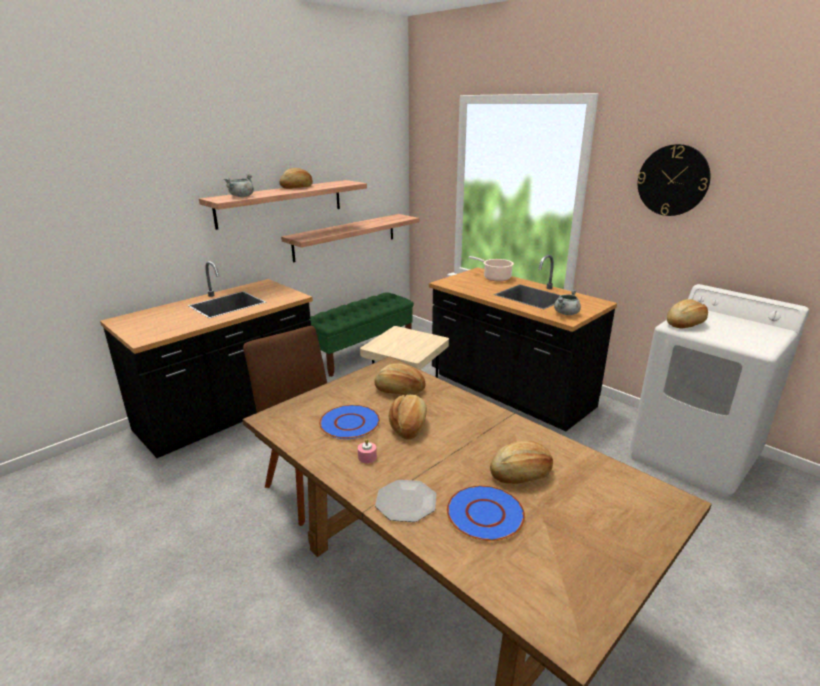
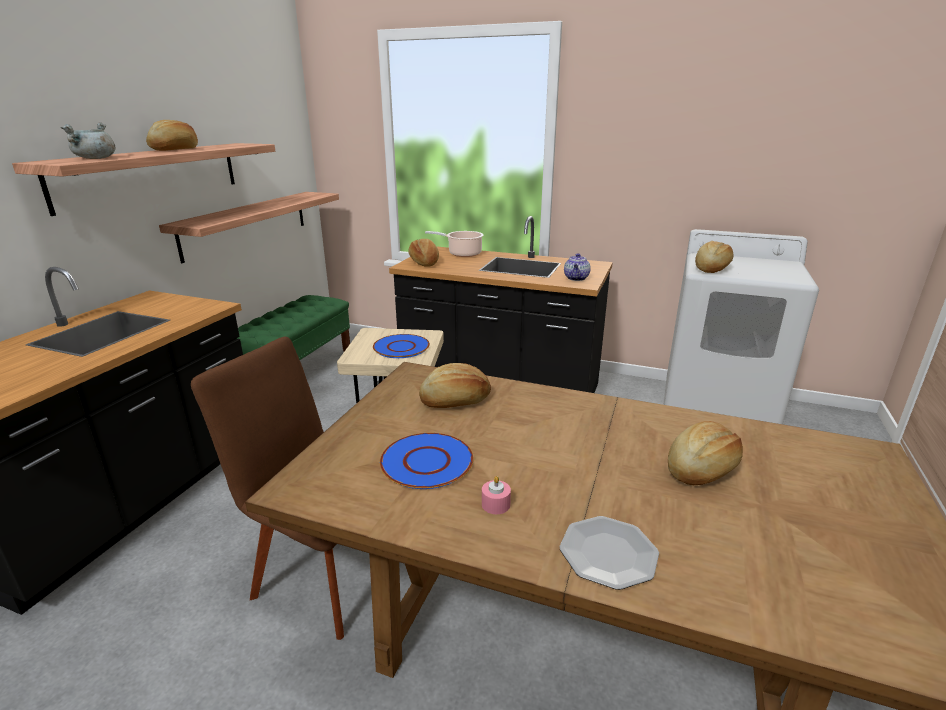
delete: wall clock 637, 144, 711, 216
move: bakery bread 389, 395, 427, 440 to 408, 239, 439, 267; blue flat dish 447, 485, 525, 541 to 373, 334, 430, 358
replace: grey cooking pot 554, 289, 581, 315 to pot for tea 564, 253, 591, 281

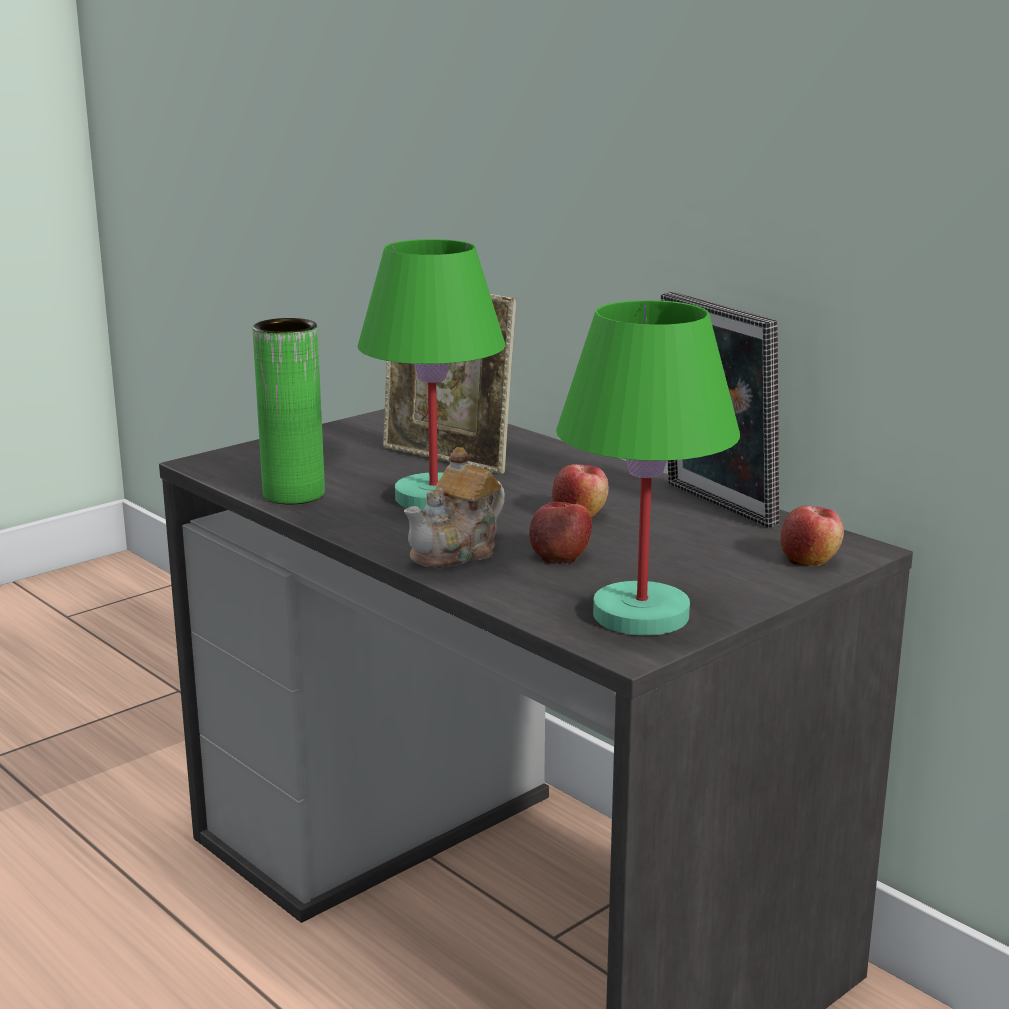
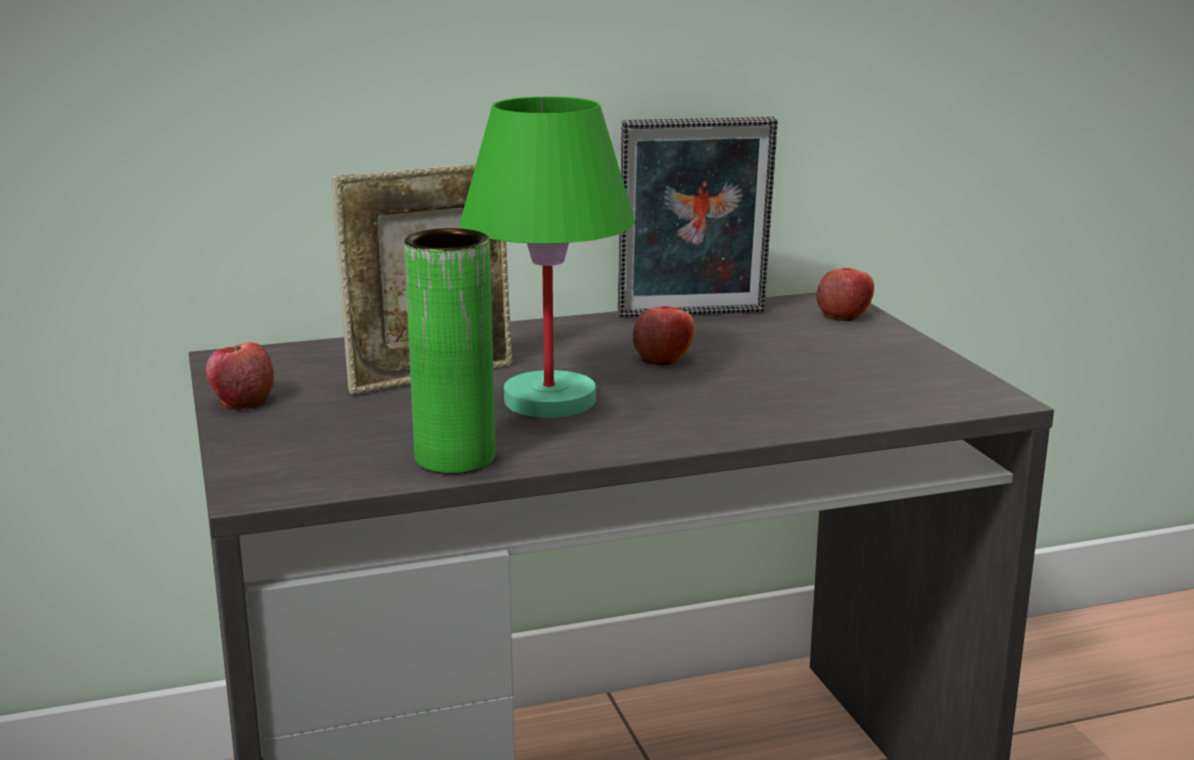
delete: pot for tea 404, 447, 505, 568; green-coloured lamp for a table 556, 300, 740, 636
move: whole apple 529, 502, 592, 564 to 206, 342, 274, 410

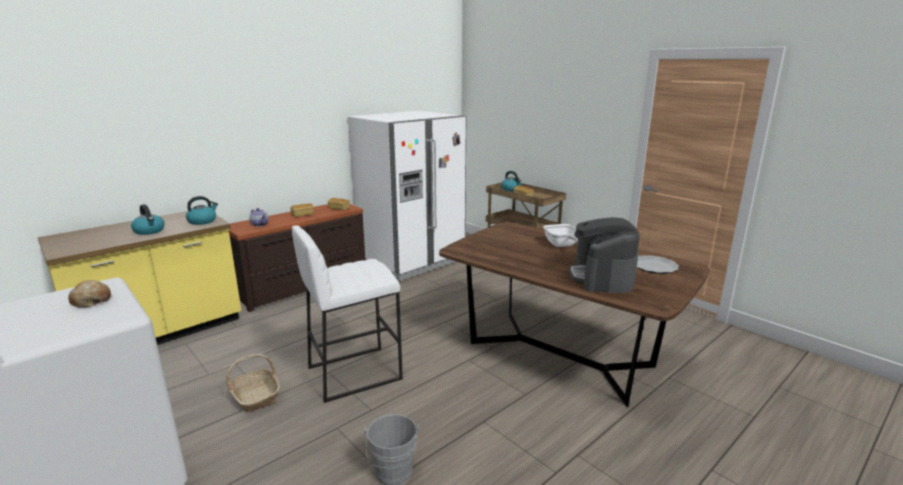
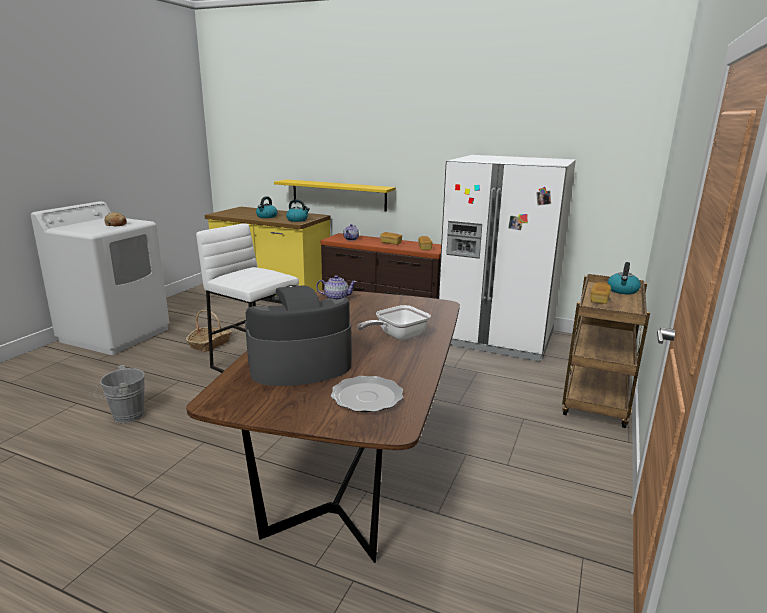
insert: yellow-coloured bracket shelf 274, 179, 396, 212; pot for tea 316, 275, 357, 299

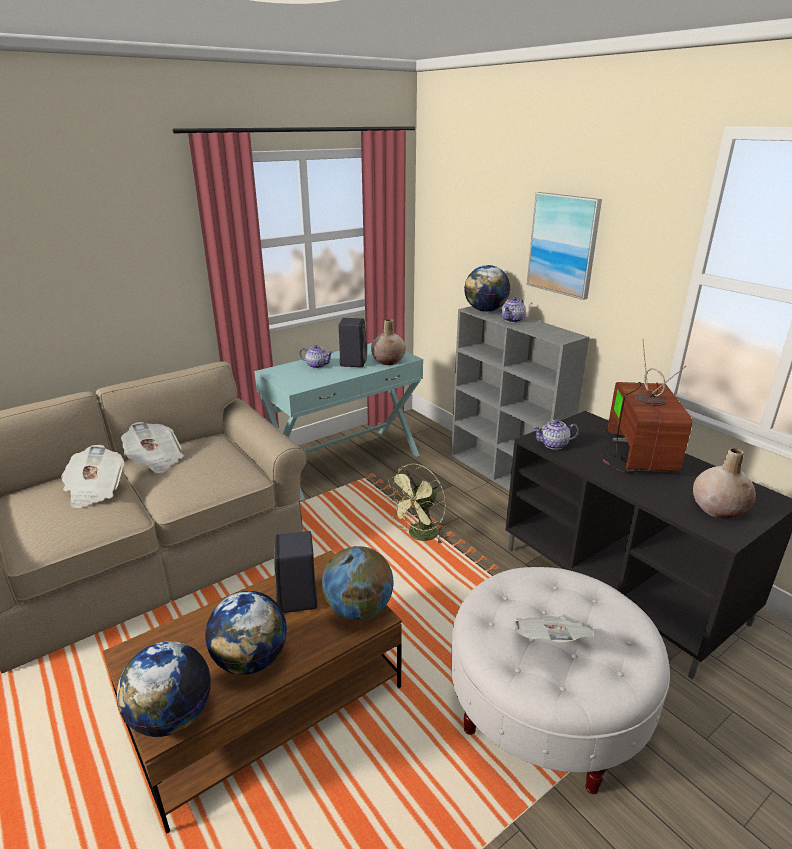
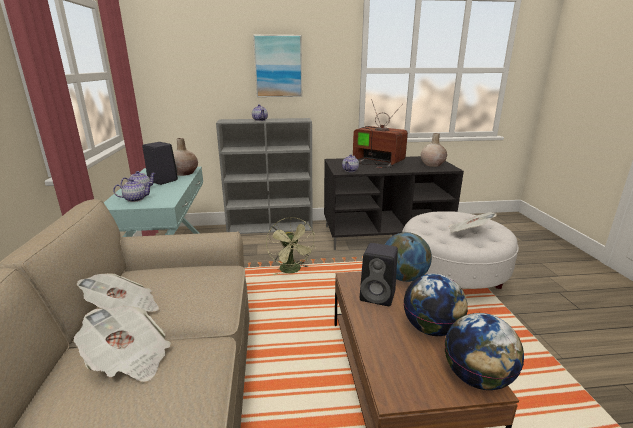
delete: globe 464, 265, 510, 312
insert: pot for tea 113, 179, 153, 202

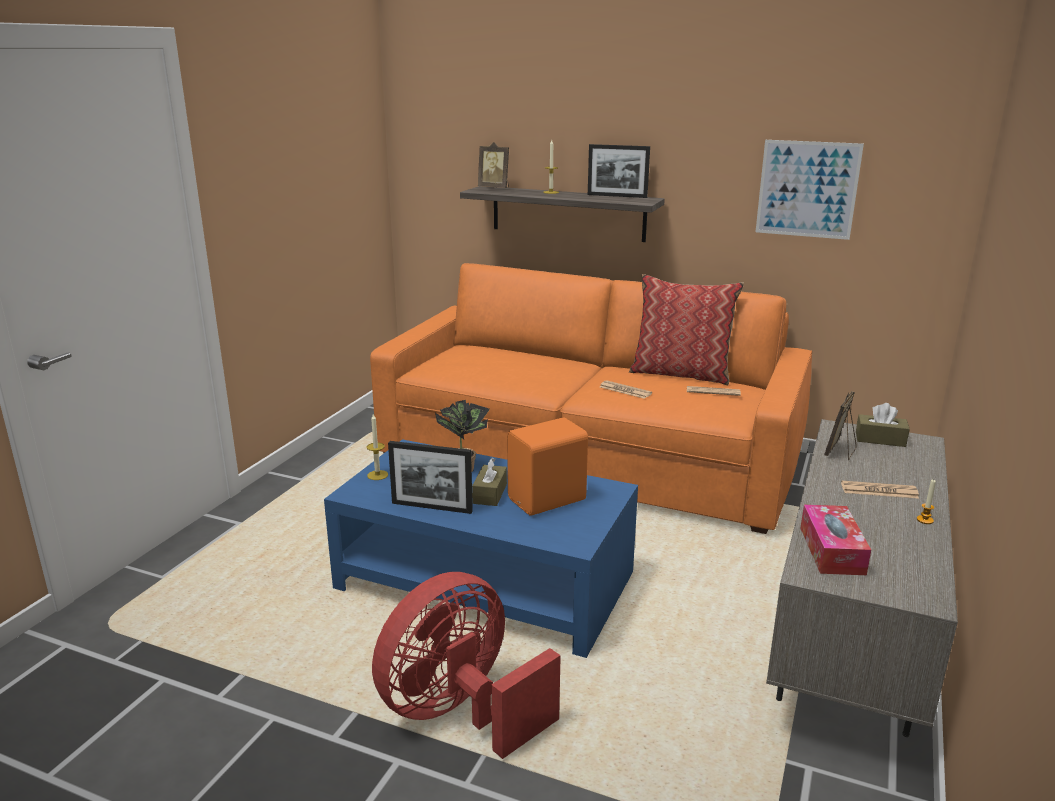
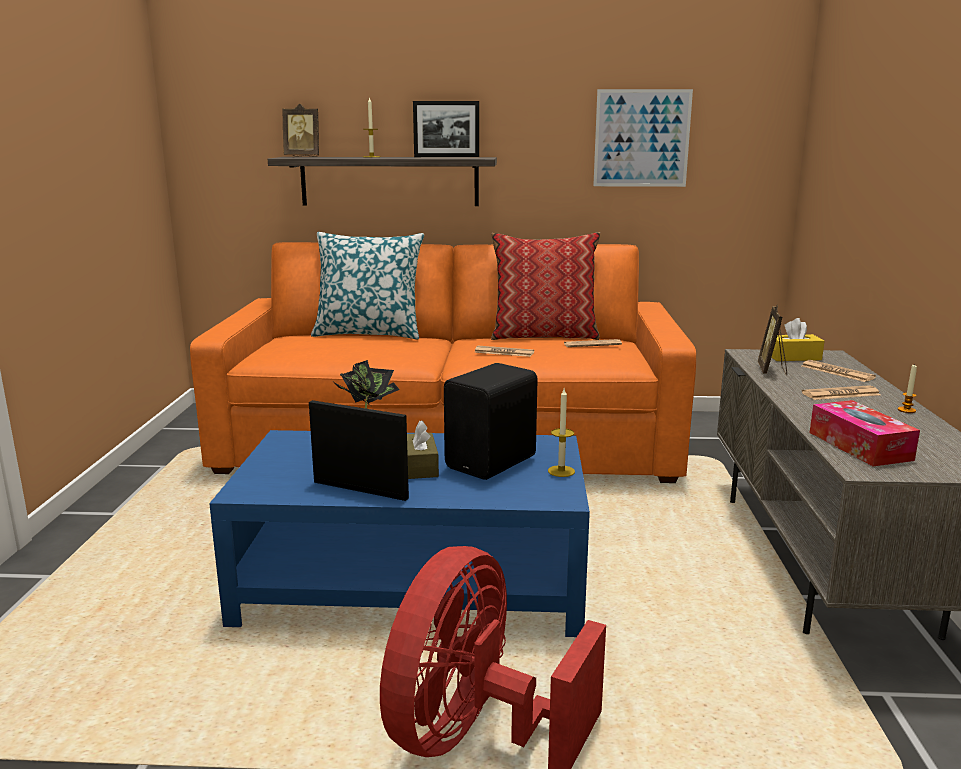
insert: pillow 311, 232, 424, 340; newspaper 802, 360, 876, 382
move: candle 367, 414, 388, 480 to 548, 389, 575, 477
recolor: orangey audio speaker 507, 417, 588, 516 to black audio speaker 444, 363, 538, 480; brown-coloured tissue box 856, 403, 910, 447 to yellow-coloured tissue box 771, 318, 824, 361
rotate: photo frame 388, 441, 473, 514 = 309, 400, 409, 501 150 degrees counterclockwise

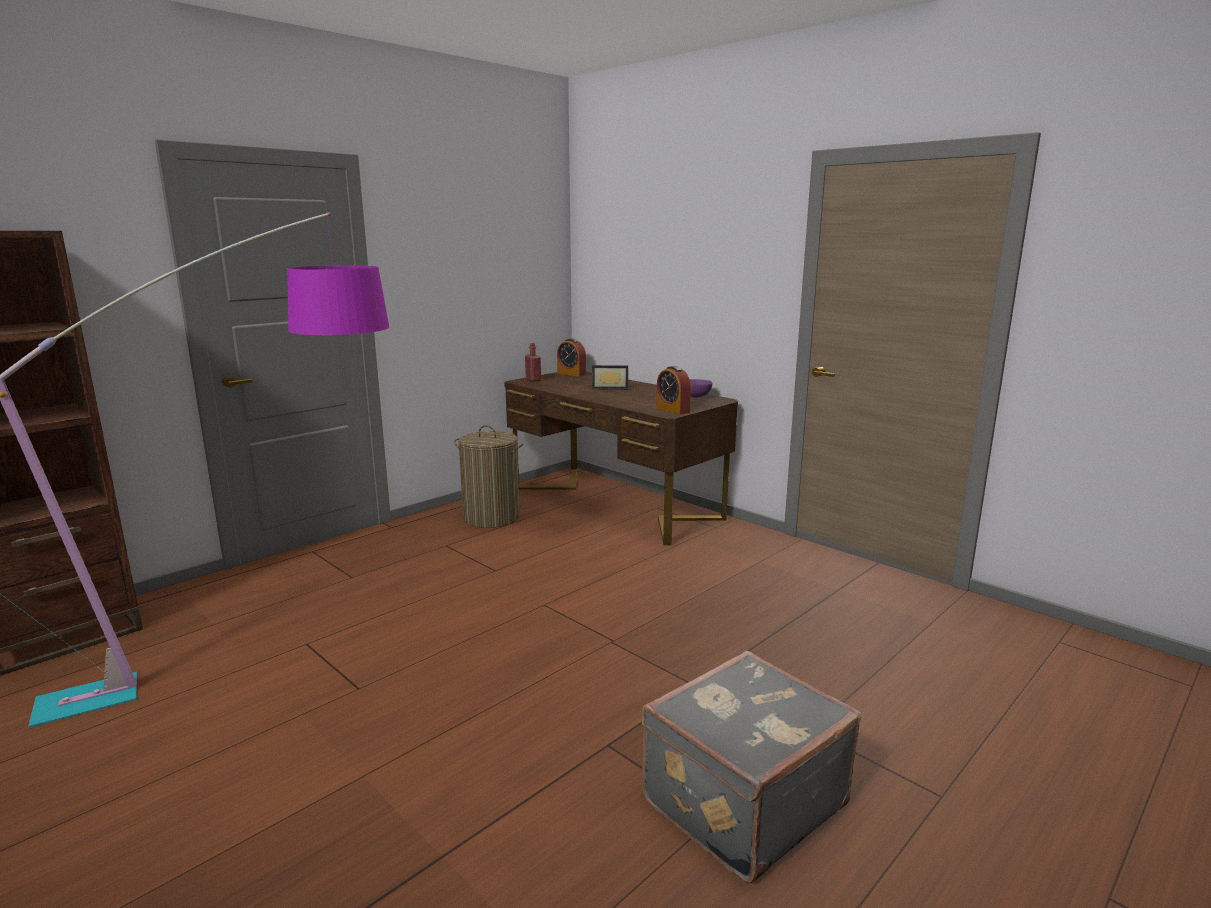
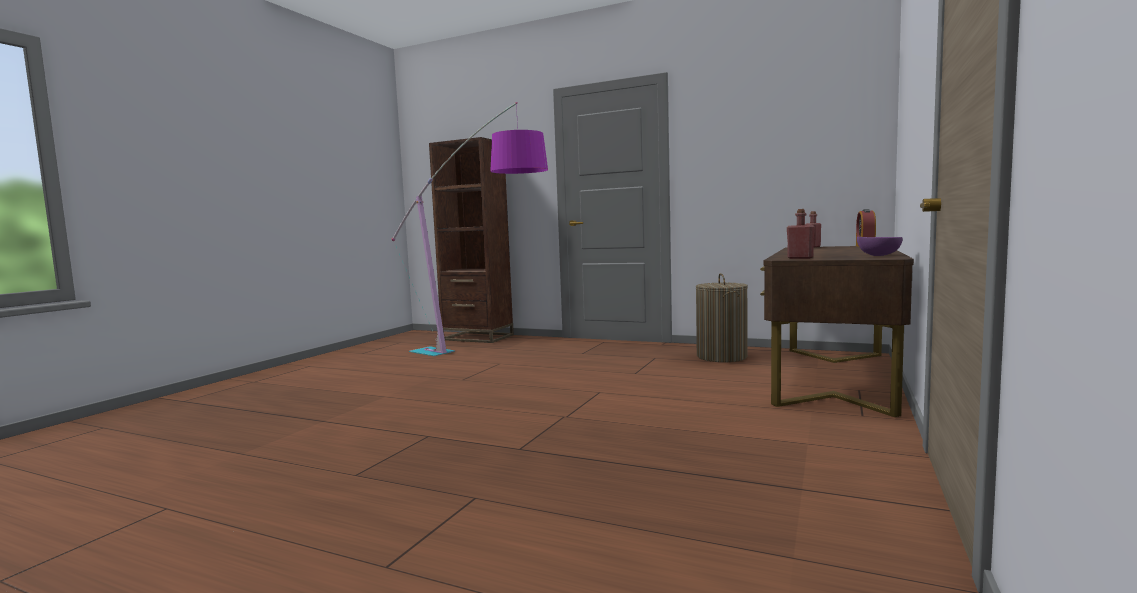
delete: photo frame 592, 365, 628, 389; grey suitcase 642, 651, 862, 883
replace: table clock 656, 366, 691, 415 to red bottle 787, 209, 815, 259

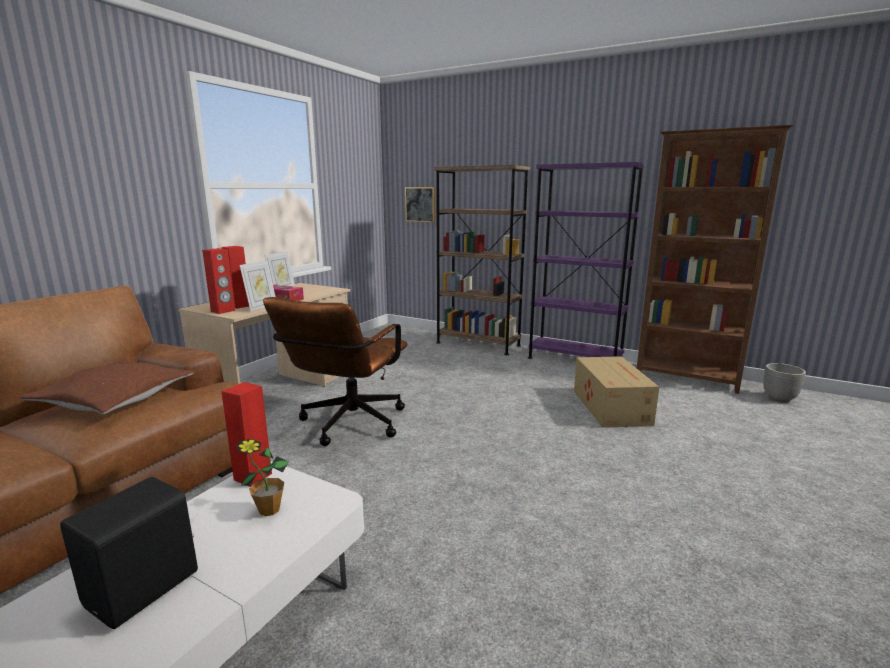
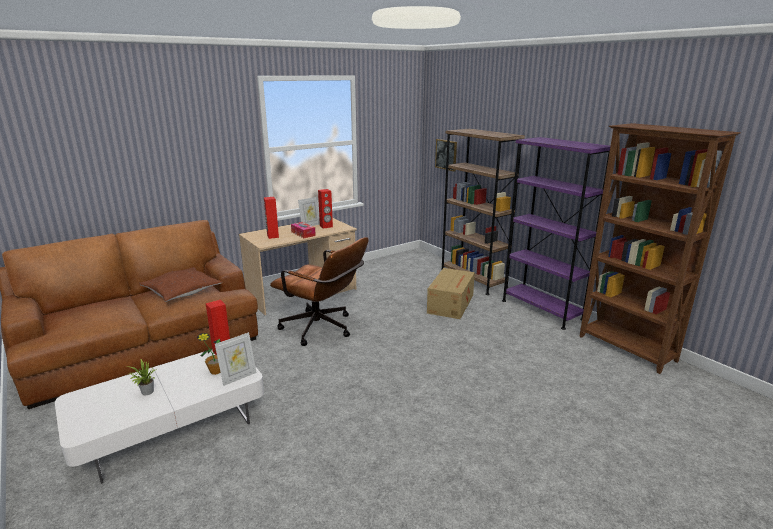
delete: plant pot 763, 363, 806, 402
move: red audio speaker 202, 248, 235, 314 to 318, 189, 333, 229; photo frame 239, 260, 276, 311 to 215, 332, 257, 386; carton 574, 356, 659, 428 to 427, 268, 475, 319
replace: black audio speaker 60, 477, 198, 629 to plant in a pot 129, 359, 155, 395
rotate: brown-coloured desk chair 263, 297, 407, 446 = 270, 237, 369, 346 105 degrees counterclockwise

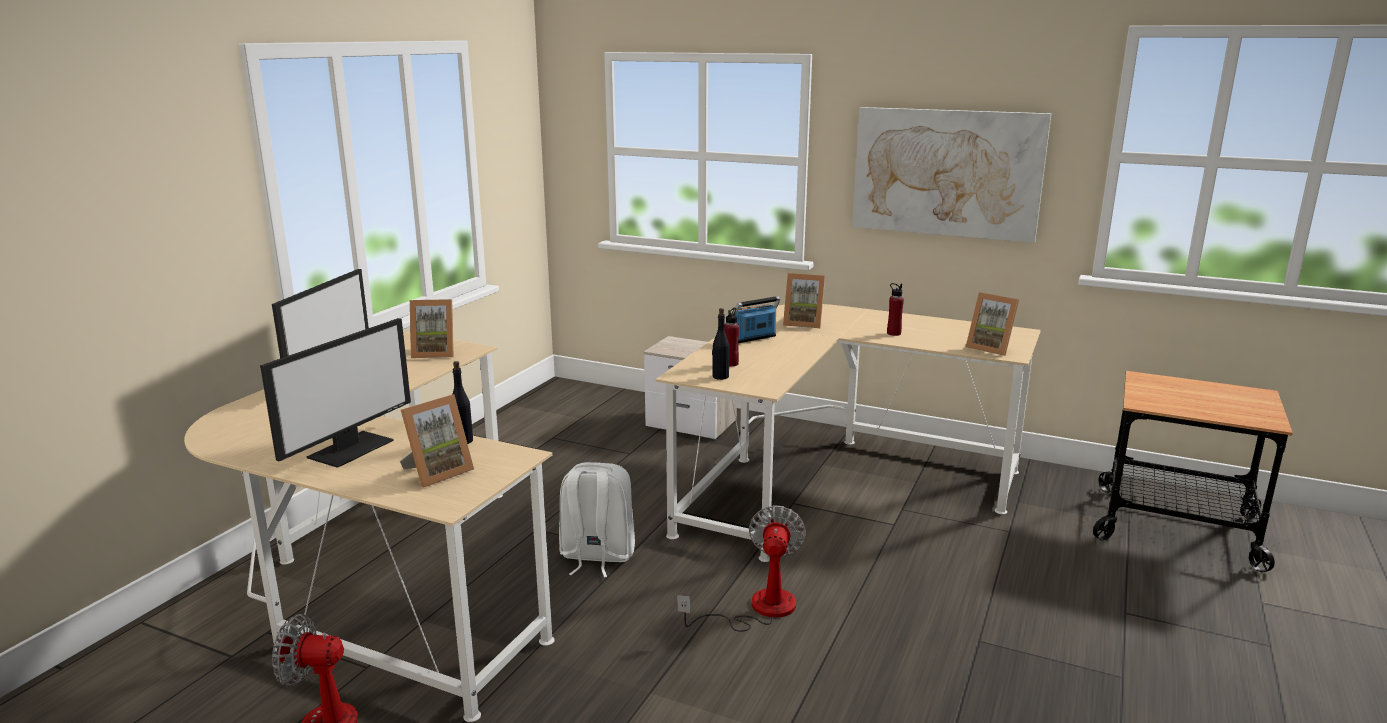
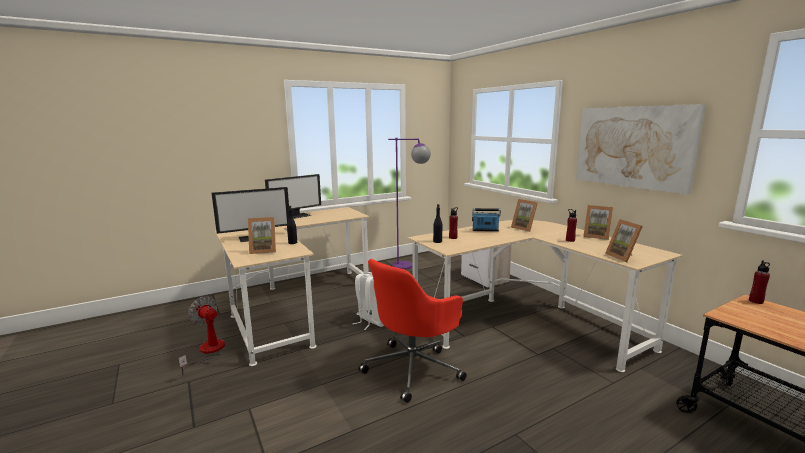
insert: purplish floor lamp 388, 138, 431, 270; red bottle 749, 260, 770, 304
move: photo frame 410, 299, 454, 358 to 583, 205, 613, 240
replace: cooling fan 677, 506, 806, 632 to red desk chair 358, 259, 467, 403

